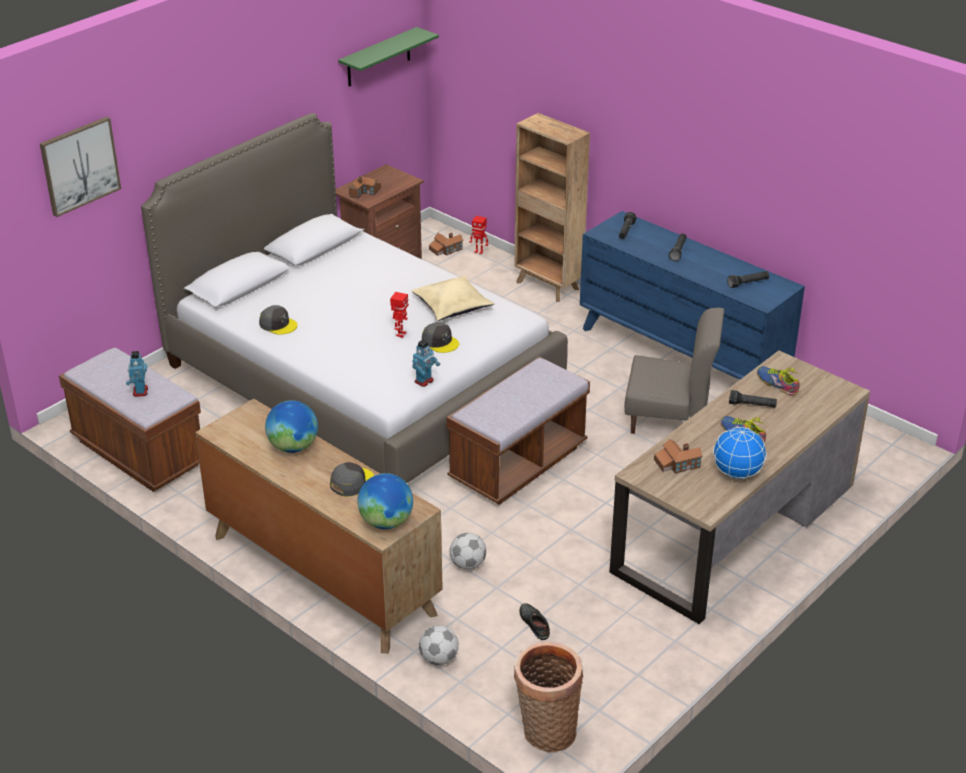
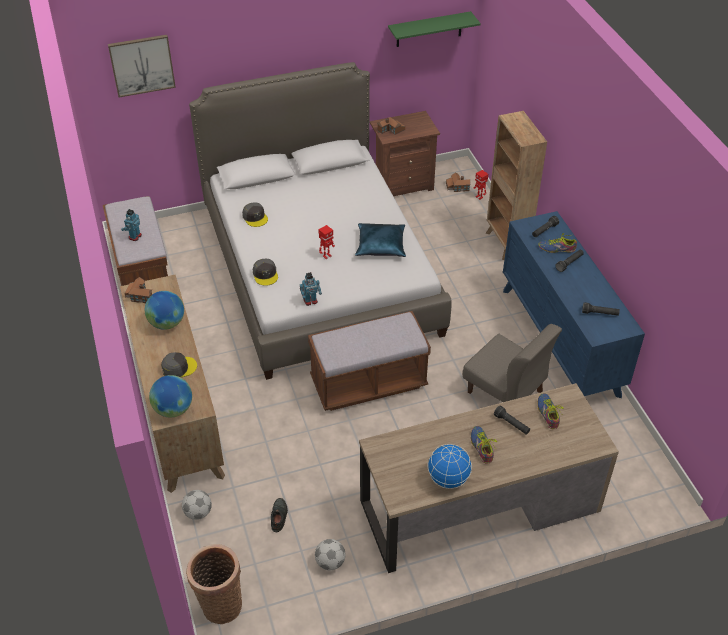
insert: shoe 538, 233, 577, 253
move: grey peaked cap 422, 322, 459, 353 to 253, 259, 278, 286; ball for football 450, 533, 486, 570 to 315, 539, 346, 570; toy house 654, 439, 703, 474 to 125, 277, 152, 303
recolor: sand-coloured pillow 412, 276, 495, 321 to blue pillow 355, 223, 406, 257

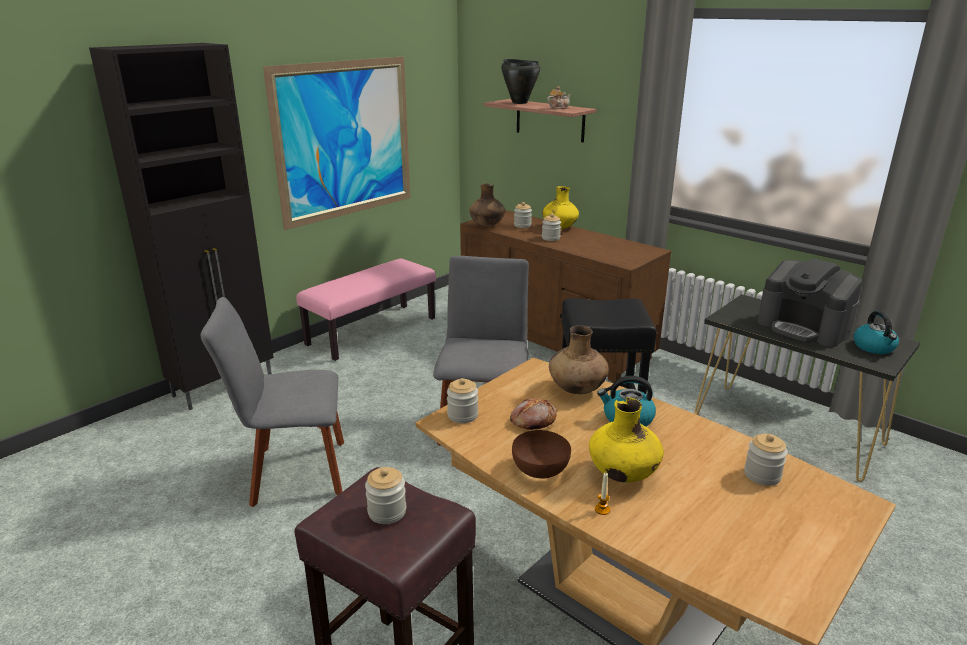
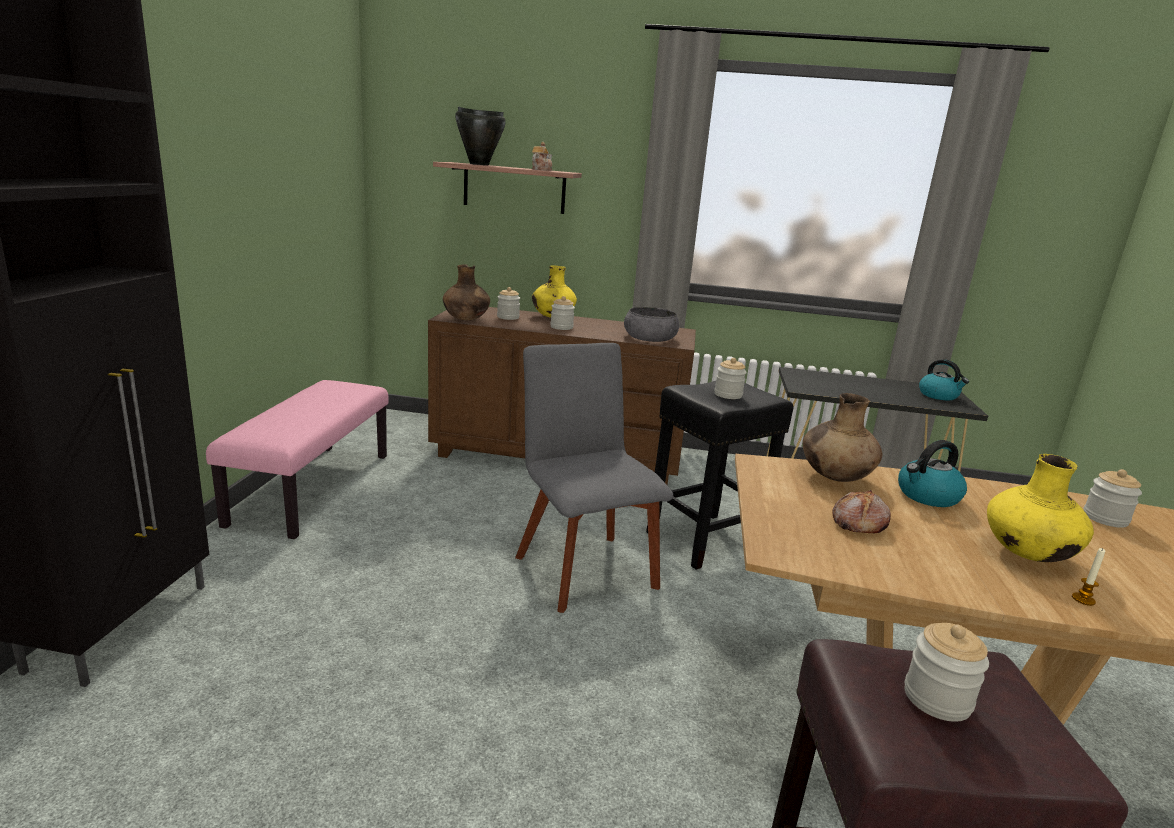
delete: grey chair 201, 297, 344, 507; wall art 263, 57, 410, 230; brown-coloured deep dish 512, 430, 571, 479; coffee machine 758, 259, 862, 347
insert: grey deep dish 624, 307, 679, 342
move: storage jar 447, 378, 478, 423 to 714, 358, 747, 399

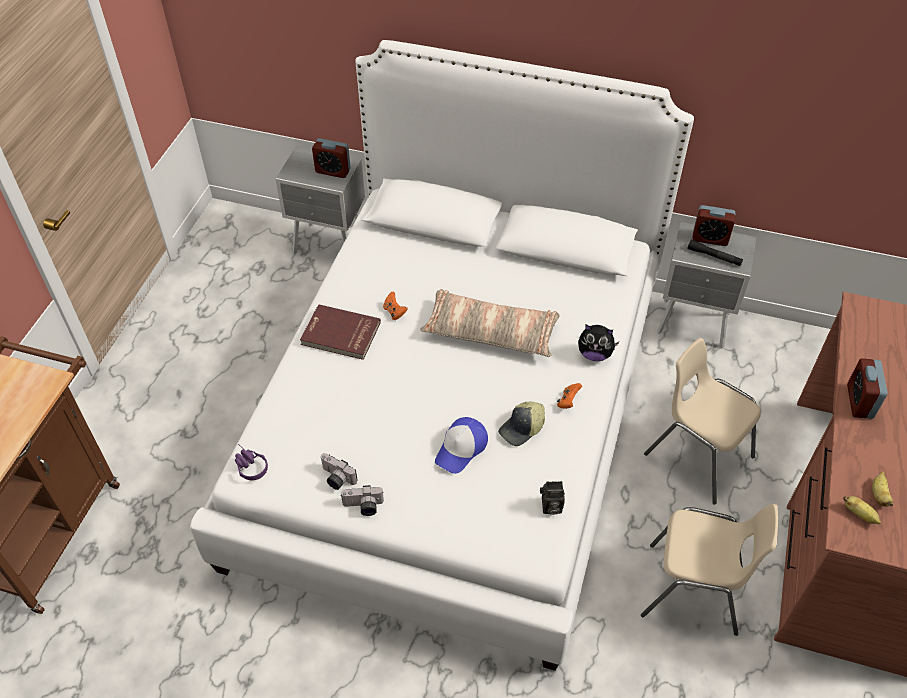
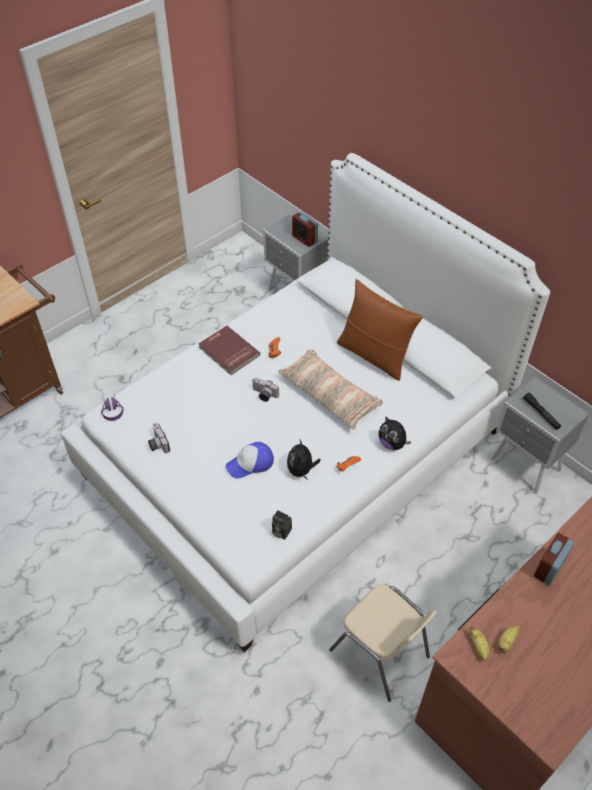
delete: sand-coloured chair 644, 338, 761, 505; table clock 692, 205, 736, 246
insert: brown-coloured pillow 337, 279, 423, 381
move: still camera 341, 485, 384, 516 to 252, 378, 279, 402
replace: peaked cap 498, 402, 545, 446 to plush toy 287, 440, 321, 479

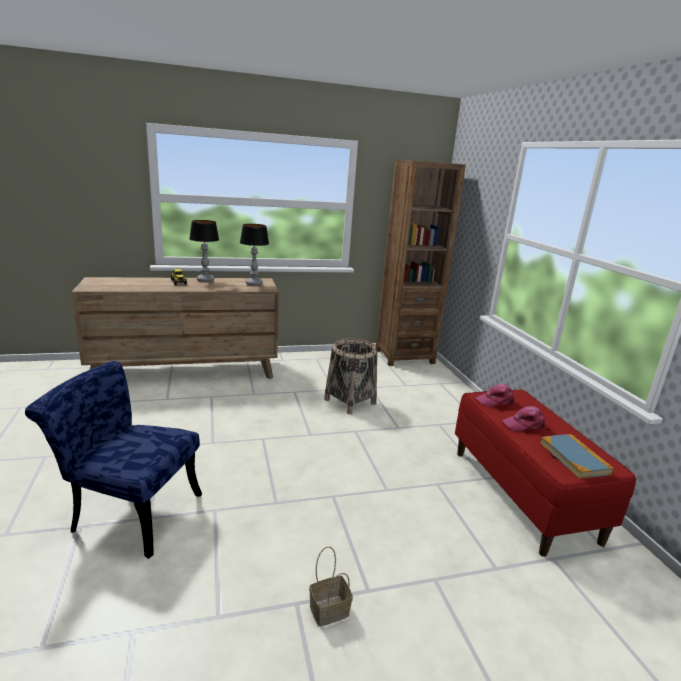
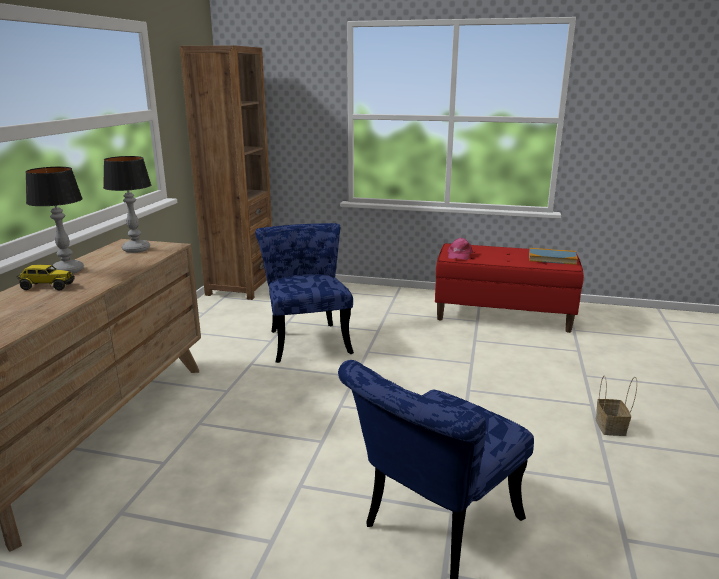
delete: pinkish peaked cap 502, 406, 545, 432
replace: basket 324, 338, 377, 414 to blue chair 255, 223, 354, 363

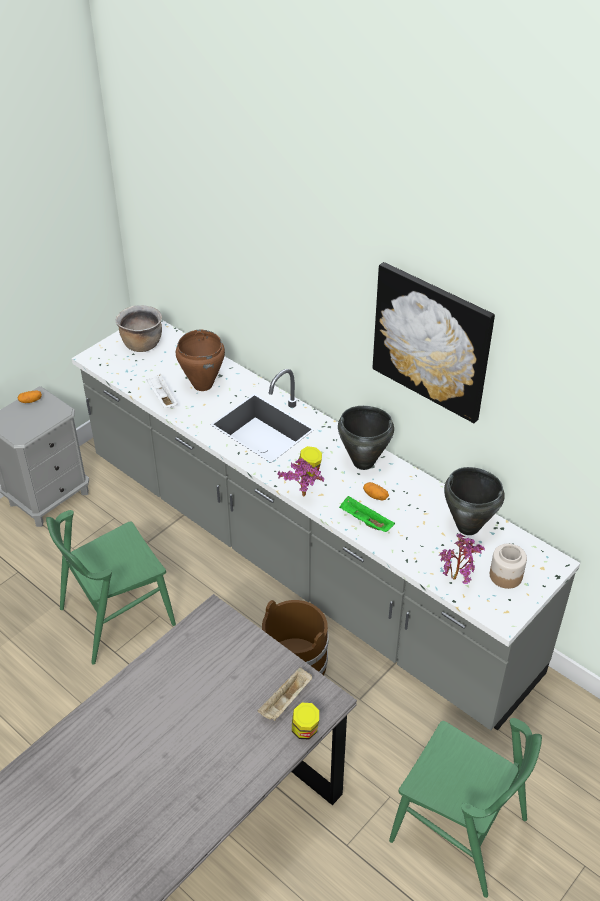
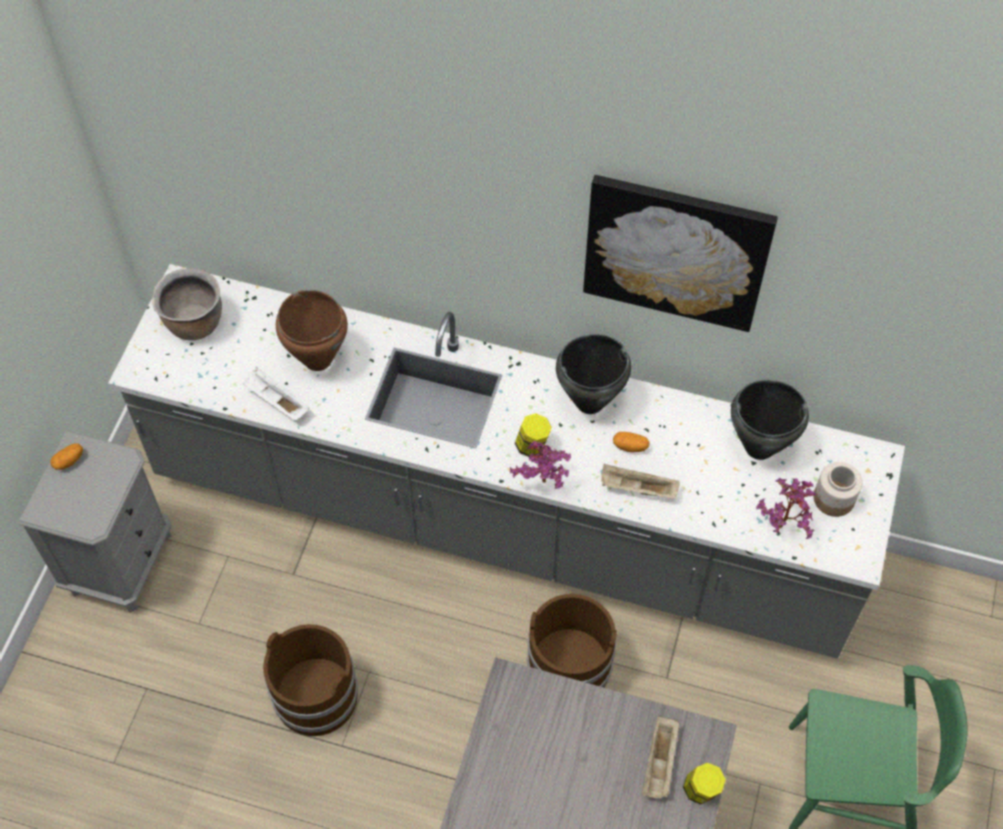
replace: green-coloured chair 46, 510, 176, 665 to brown-coloured bucket 263, 624, 358, 736
recolor: green-coloured tray 339, 496, 395, 532 to sand-coloured tray 601, 464, 680, 499

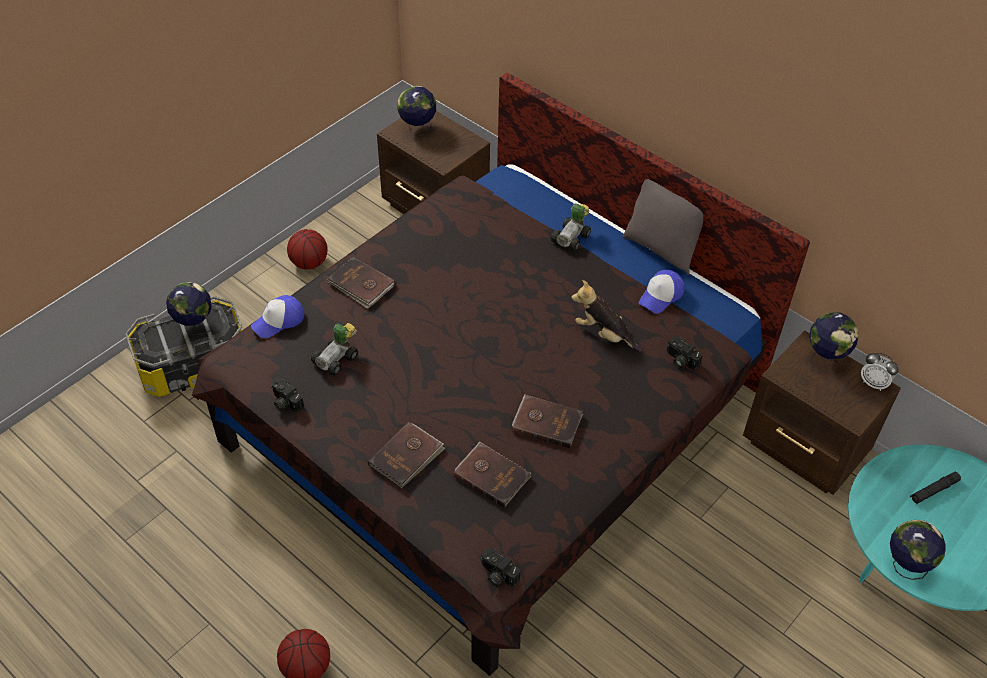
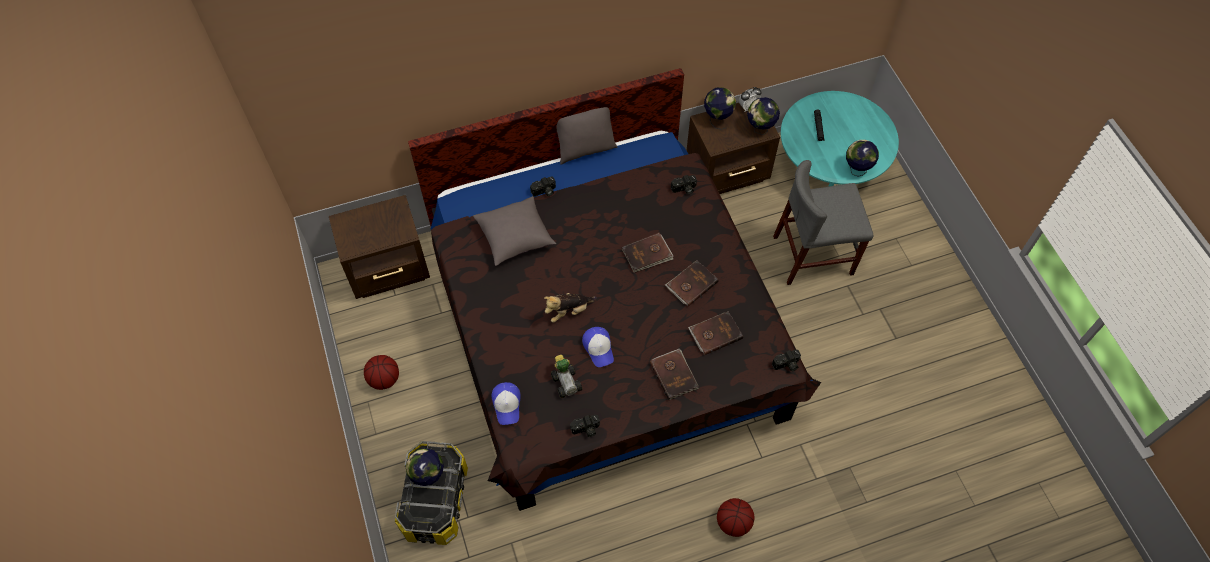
insert: grey pillow 473, 196, 556, 266; grey chair 773, 160, 873, 285
move: brown-coloured bound book 327, 256, 395, 309 to 622, 233, 673, 273; globe 397, 86, 436, 136 to 747, 97, 780, 135; plush toy 572, 280, 642, 351 to 544, 293, 597, 323; peaked cap 639, 270, 685, 314 to 582, 327, 614, 367
replace: miniature car 551, 203, 591, 251 to still camera 530, 177, 556, 196

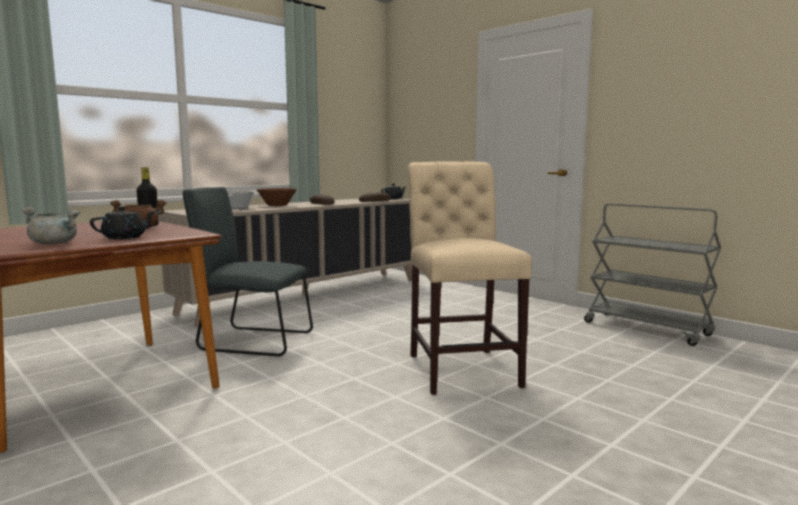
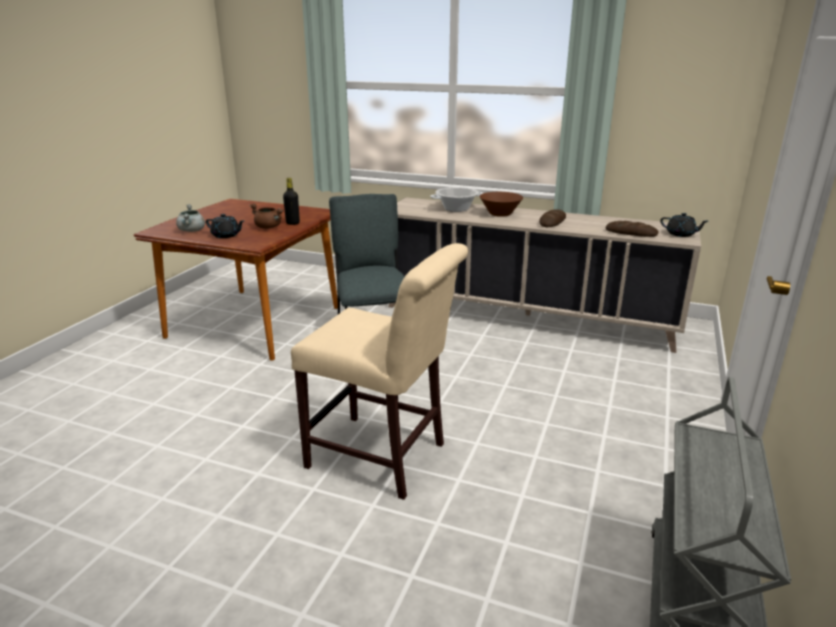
rotate: sand-coloured chair 408, 161, 532, 395 = 291, 243, 468, 500 60 degrees clockwise

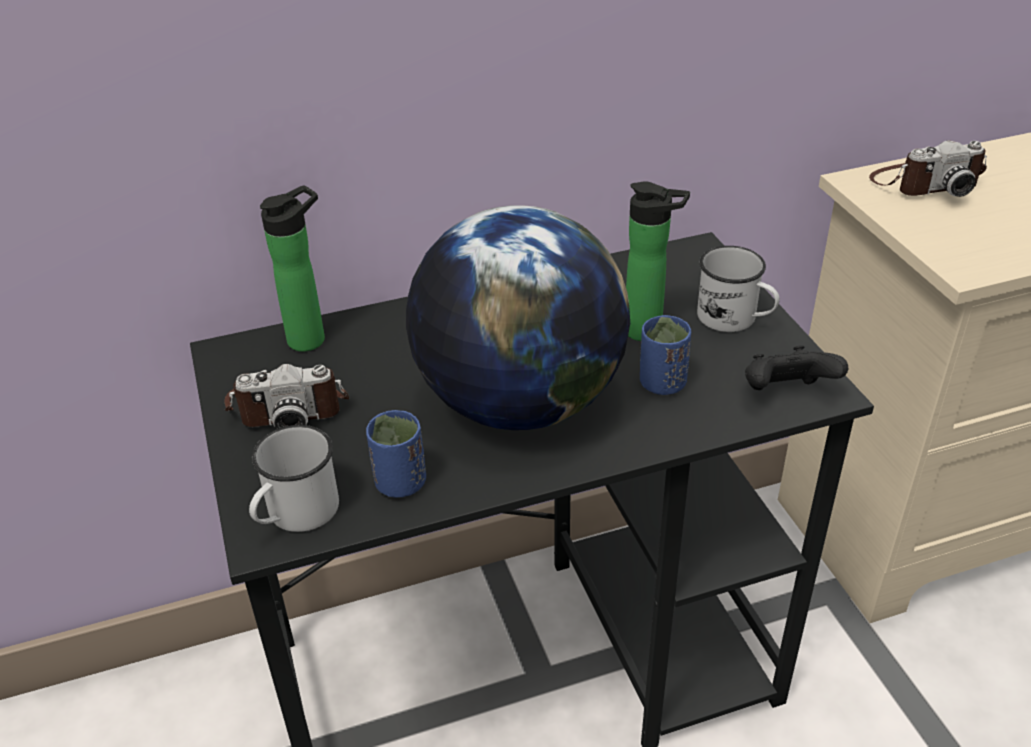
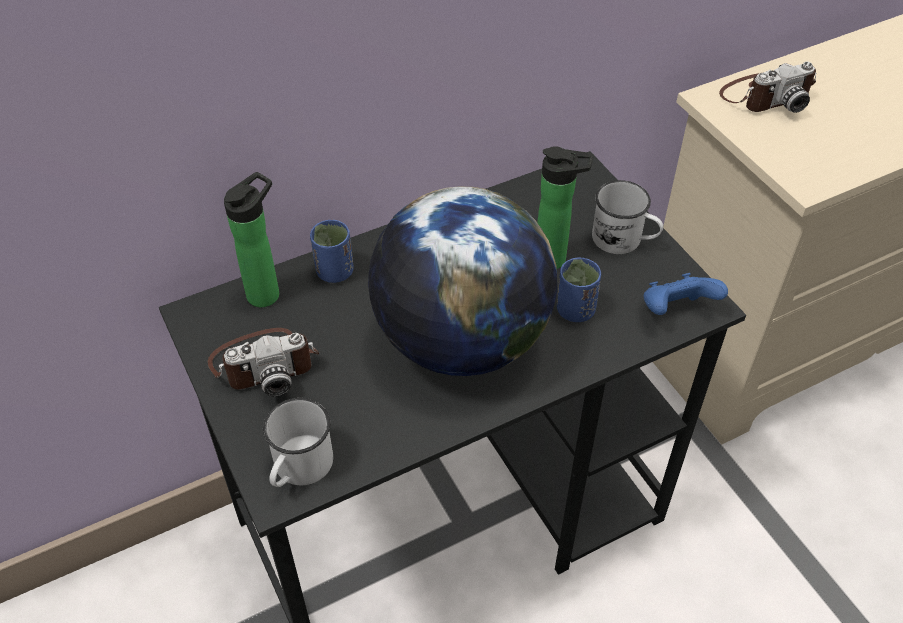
move: blue small cup 366, 410, 426, 497 to 310, 220, 354, 283
recolor: black game controller 745, 345, 848, 390 to blue game controller 644, 273, 728, 315

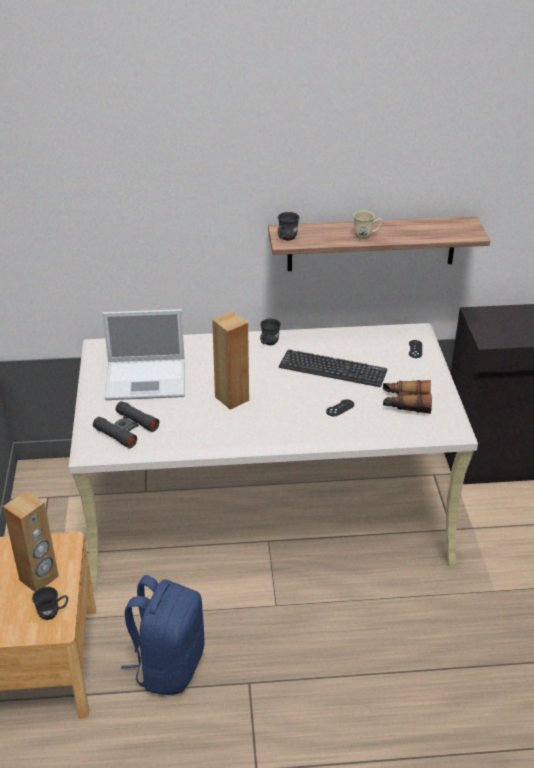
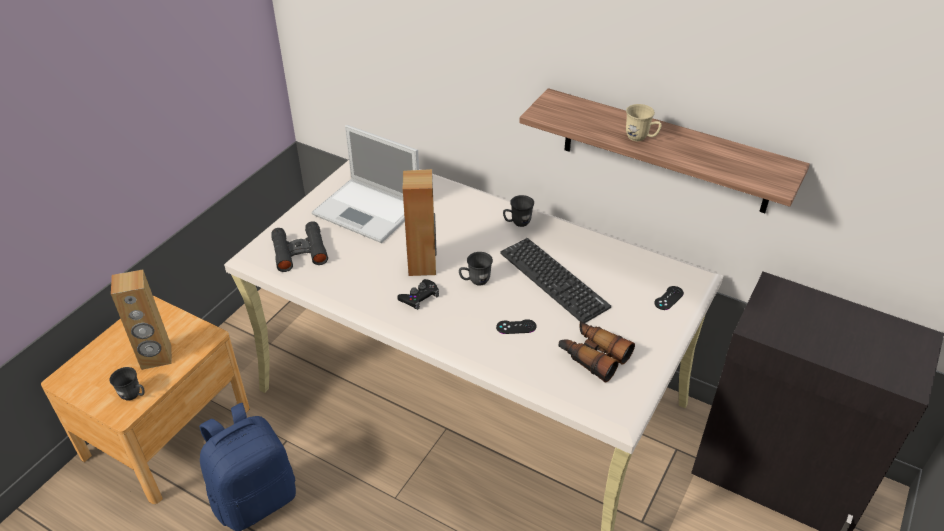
insert: black game controller 397, 279, 439, 310
move: grey tea mug 278, 212, 300, 241 to 459, 252, 493, 286

